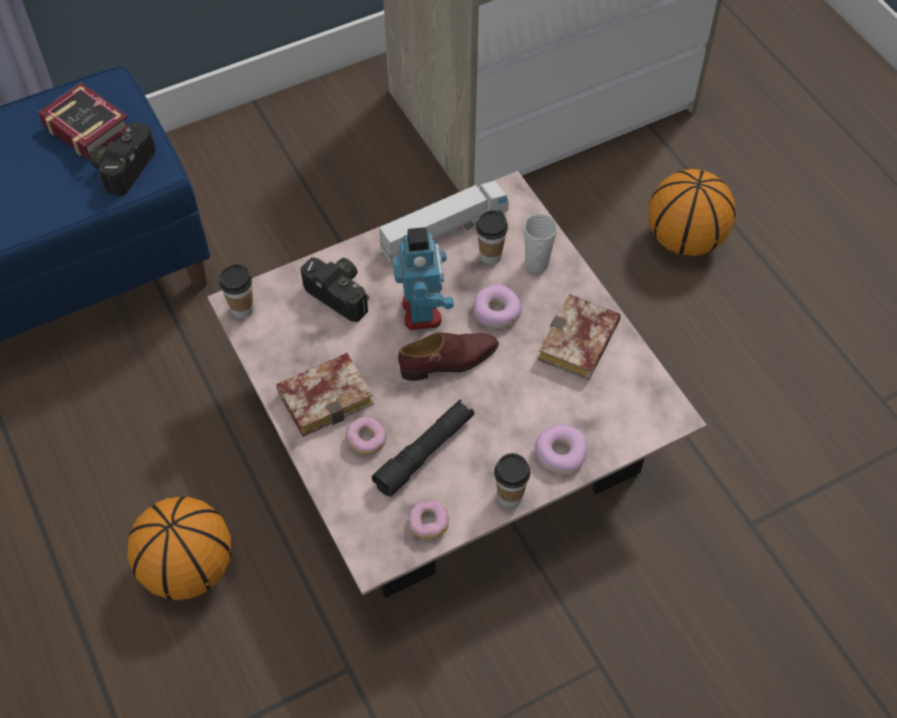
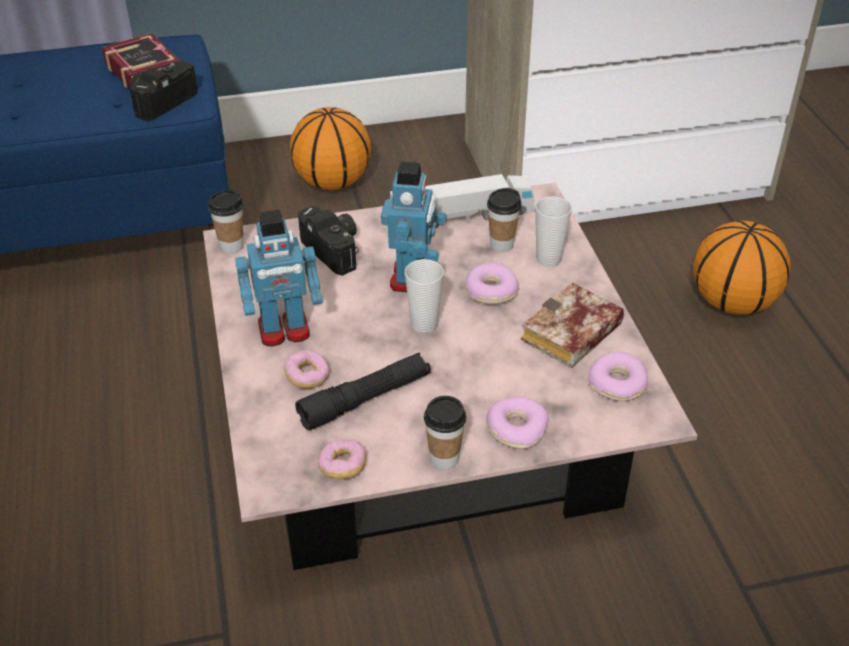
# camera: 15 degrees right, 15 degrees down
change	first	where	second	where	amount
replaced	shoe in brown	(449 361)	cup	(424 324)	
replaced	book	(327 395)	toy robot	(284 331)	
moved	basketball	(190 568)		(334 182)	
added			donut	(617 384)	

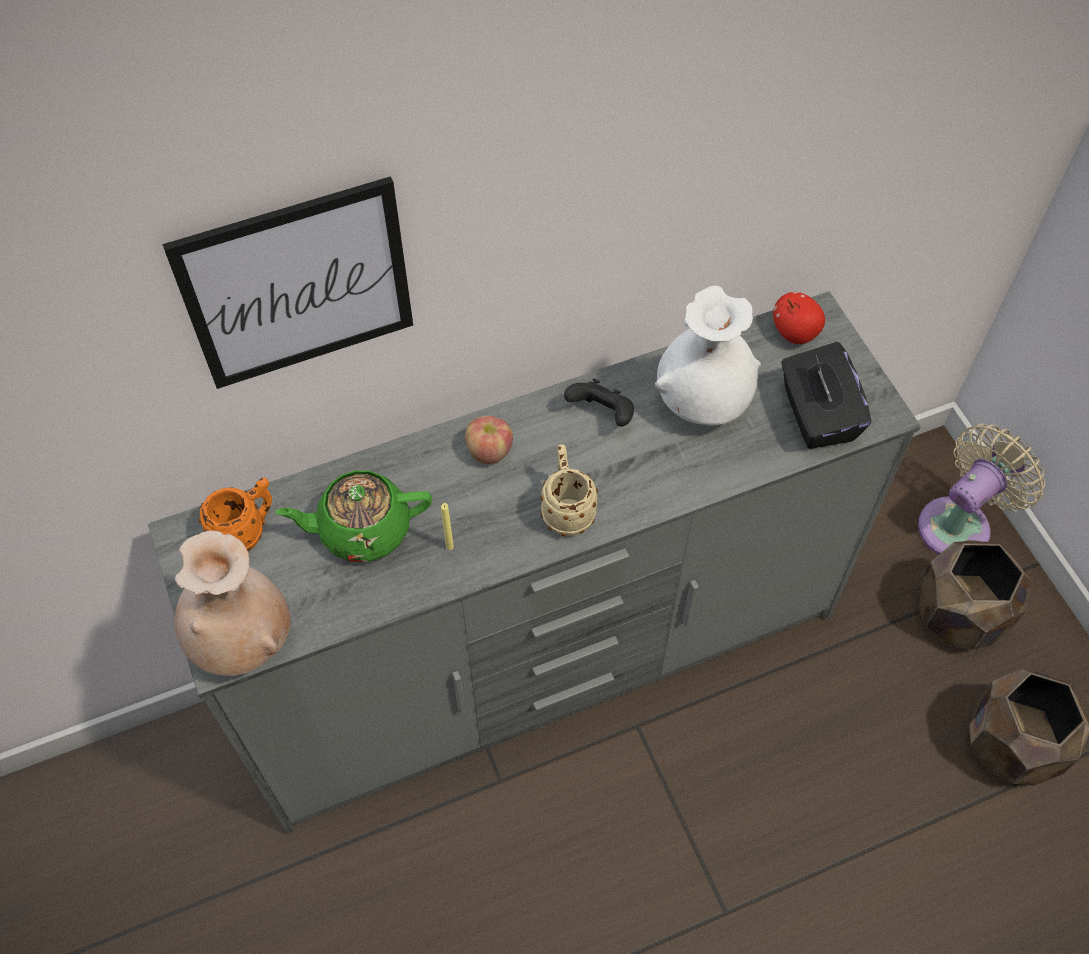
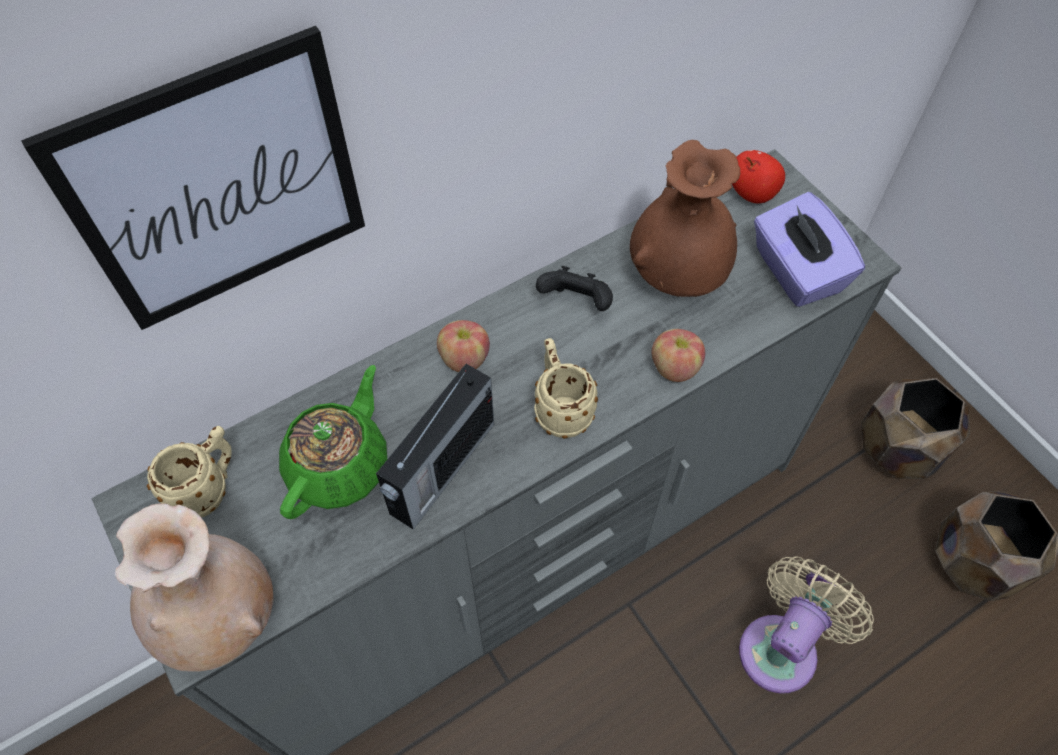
# camera: 10 degrees left, 0 degrees up
change	first	where	second	where	amount
recoloured	vase in white	(702 402)	vase in brown	(676 275)	
recoloured	tissue box in black	(816 415)	tissue box in purple	(795 271)	
moved	fan in beige	(959 523)		(782 646)	
turned	teapot in green	(362 529)		(340 465)	135 degrees clockwise
recoloured	mug in orange	(247 531)	mug in beige	(208 489)	
replaced	candle in yellow	(449 546)	radio	(441 470)	
added			apple	(674 367)	

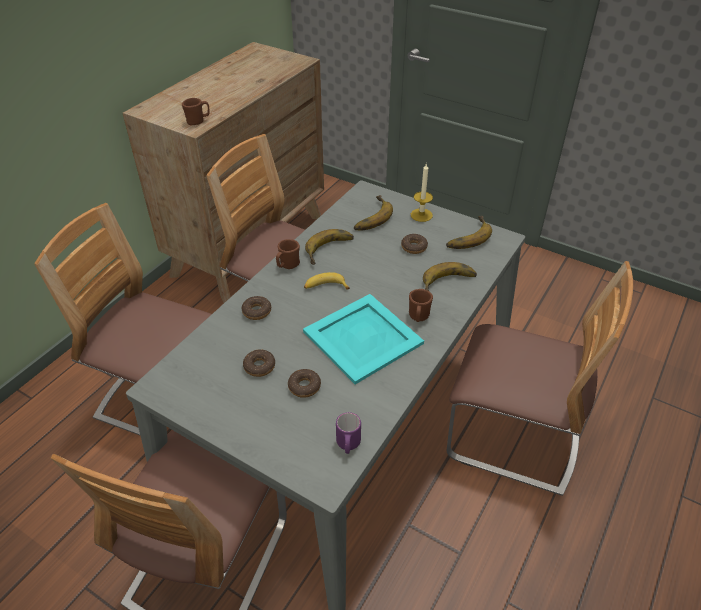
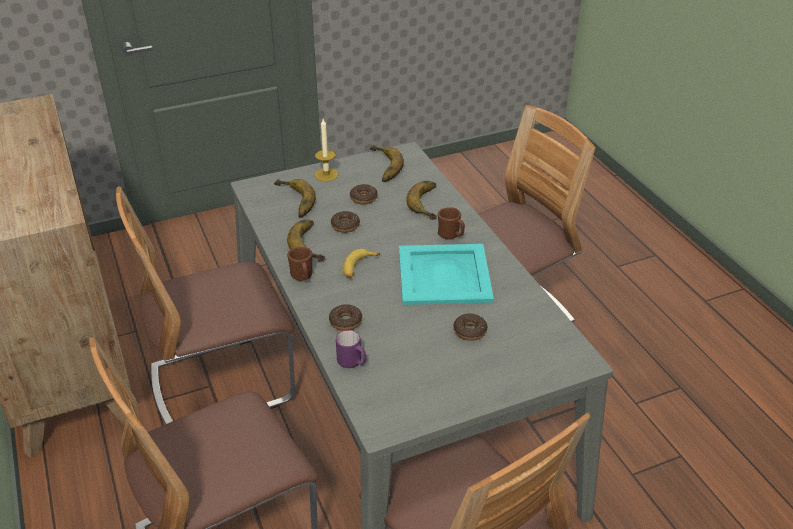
# camera: 55 degrees left, 5 degrees down
change	first	where	second	where	amount
removed	mug in brown	(198 121)			
moved	donut	(259 366)		(345 226)	
moved	mug in purple	(348 445)		(352 363)	

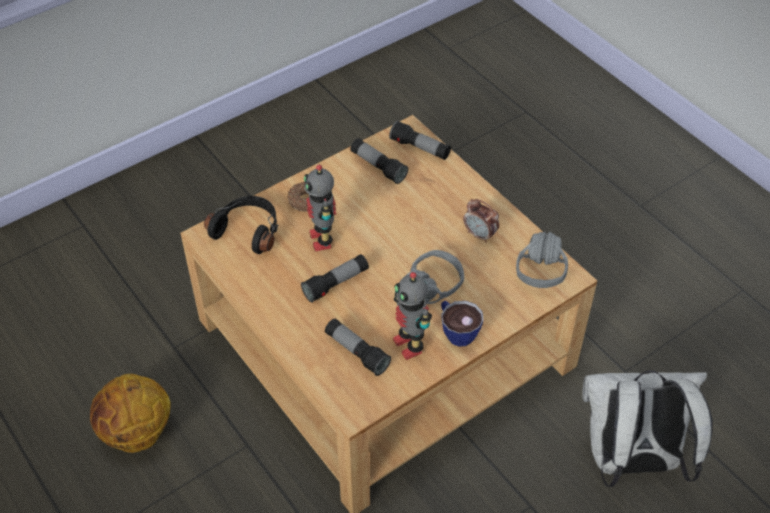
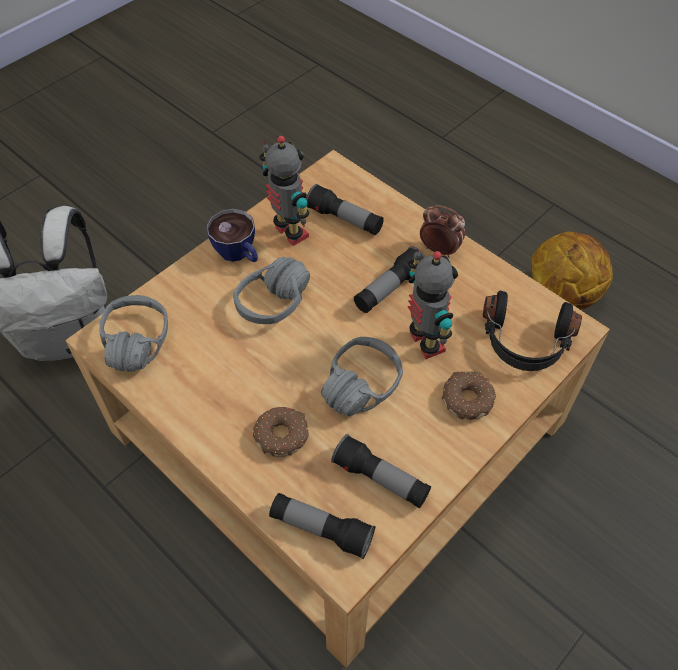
# camera: 170 degrees right, 5 degrees up
change	first	where	second	where	amount
moved	alarm clock	(480 235)		(439 249)	
added			headphones in grey	(348 379)	
added			donut	(282 435)	

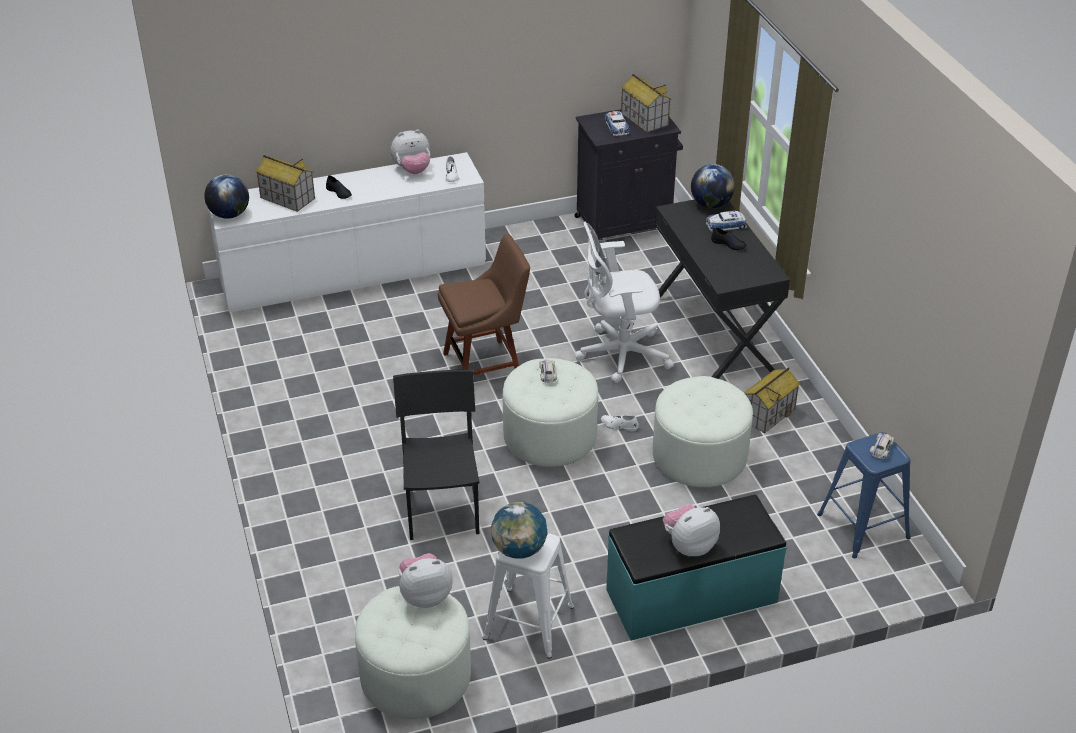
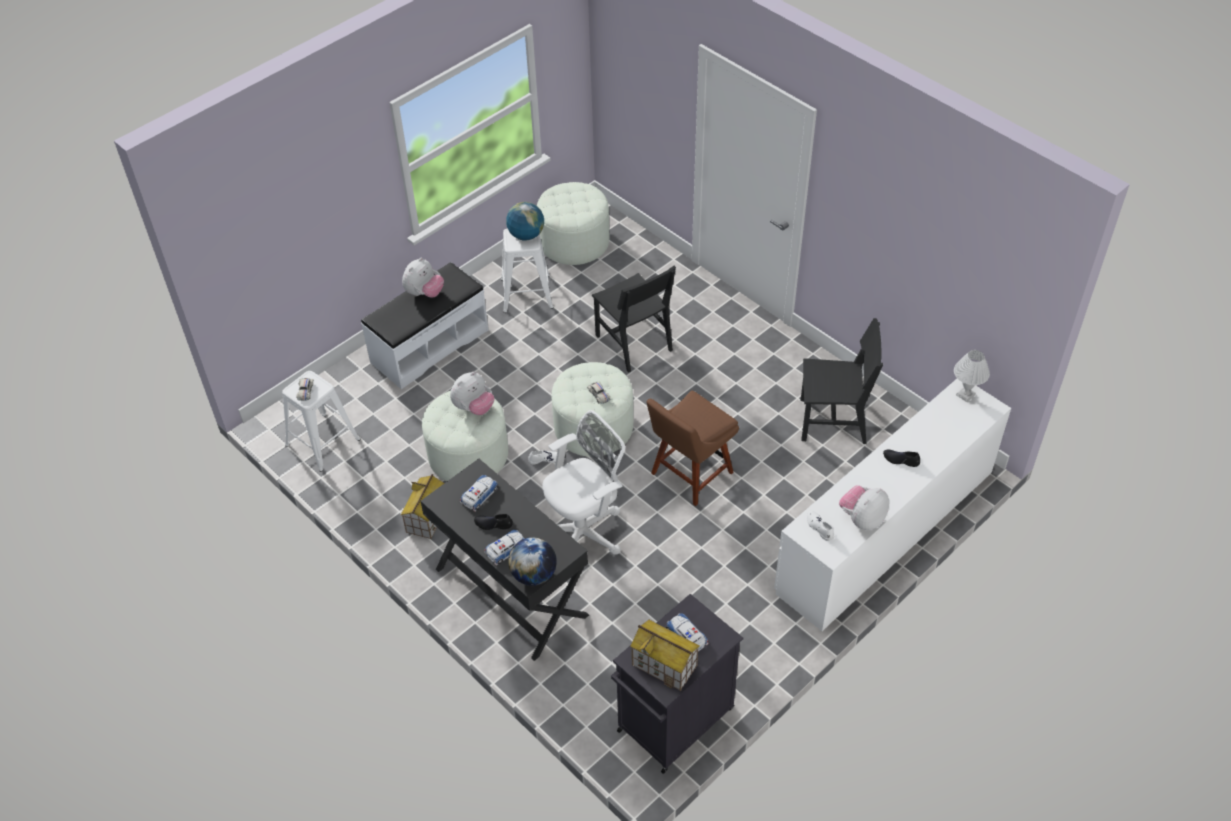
# camera: 155 degrees right, 10 degrees up
change	first	where	second	where	amount
removed	toy house	(287 198)			
replaced	globe	(229 215)	table lamp in white	(966 395)	
recoloured	stool in blue	(864 526)	stool in white	(321 442)	
recoloured	bench in turquoise	(692 597)	bench in white	(429 346)	
moved	plush toy	(425 596)		(473 407)	
added			chair in black	(833 421)	
added			toy car	(479 495)	

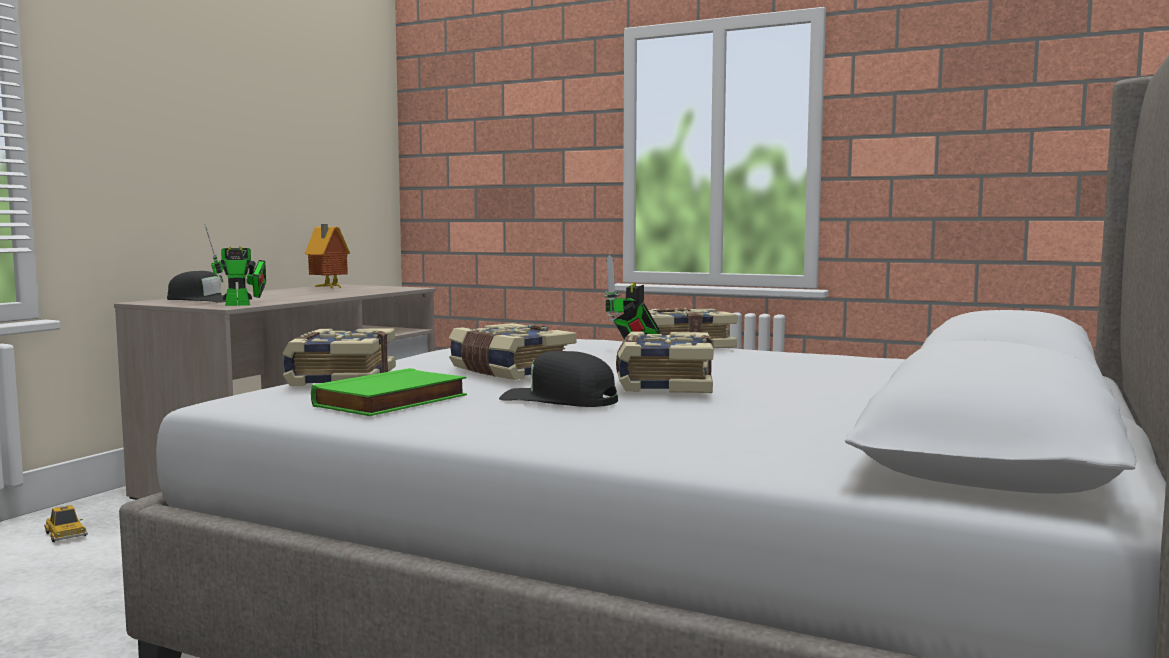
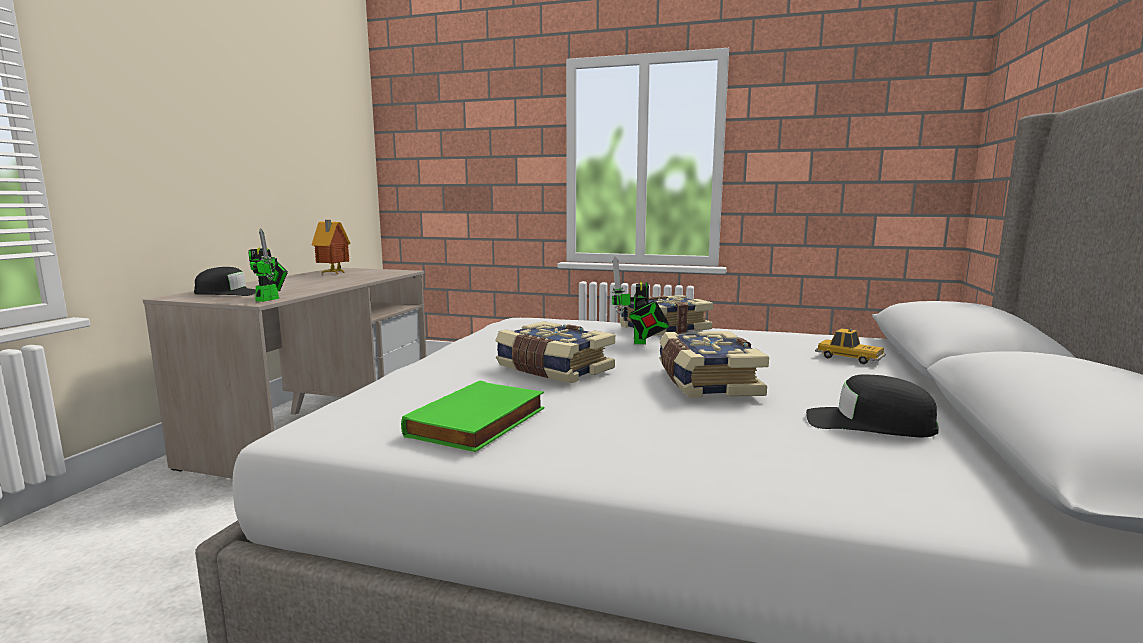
# camera: 10 degrees left, 5 degrees up
change	first	where	second	where	amount
turned	toy robot	(242 305)		(270 299)	45 degrees counterclockwise
removed	book	(340 378)			
moved	cap in black	(559 400)		(868 424)	
moved	toy car	(66 535)		(849 358)	

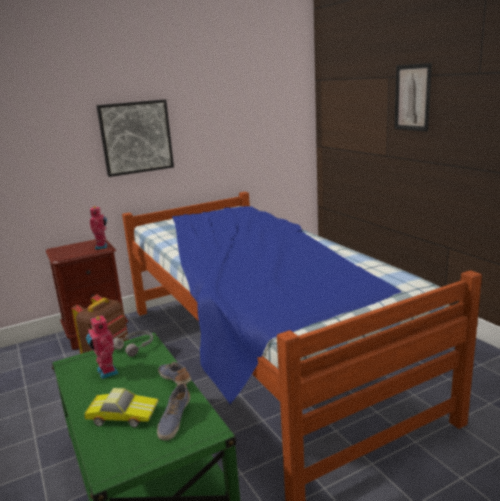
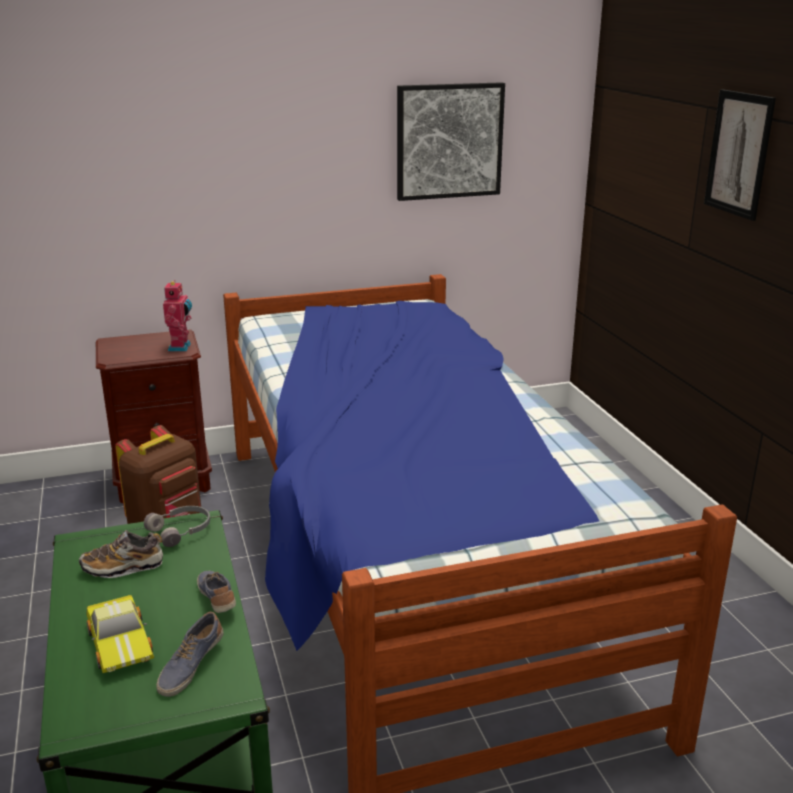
# camera: 10 degrees right, 5 degrees up
change	first	where	second	where	amount
moved	picture	(136 137)		(449 141)	
replaced	toy robot	(106 372)	shoe	(123 567)	
turned	toy car	(123 414)		(122 642)	45 degrees clockwise

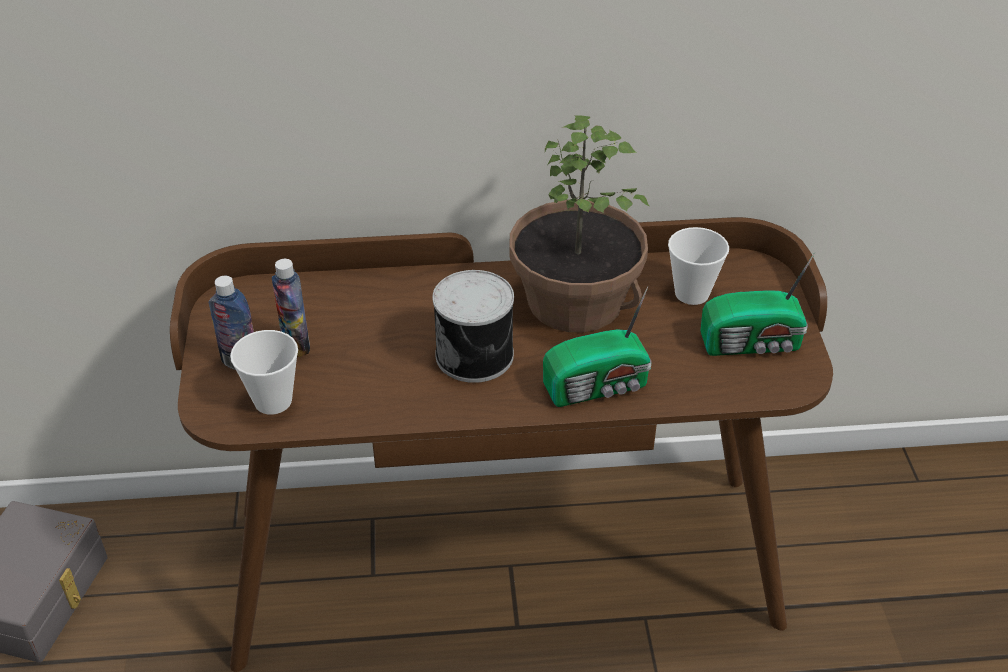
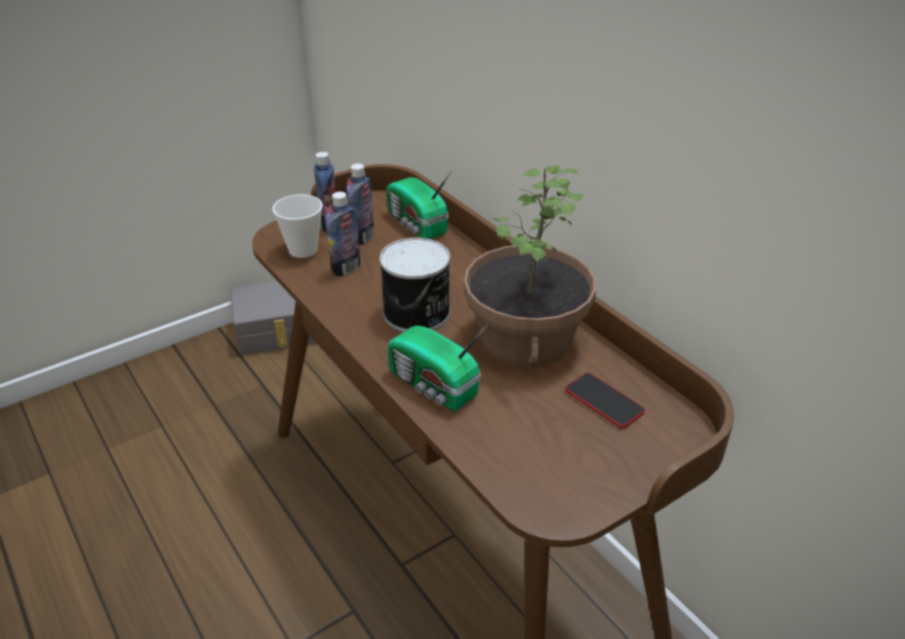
# camera: 60 degrees right, 5 degrees down
change	first	where	second	where	amount
replaced	cup	(692 293)	phone	(604 401)	
moved	radio	(753 343)		(416 224)	
added			bottle	(346 269)	

